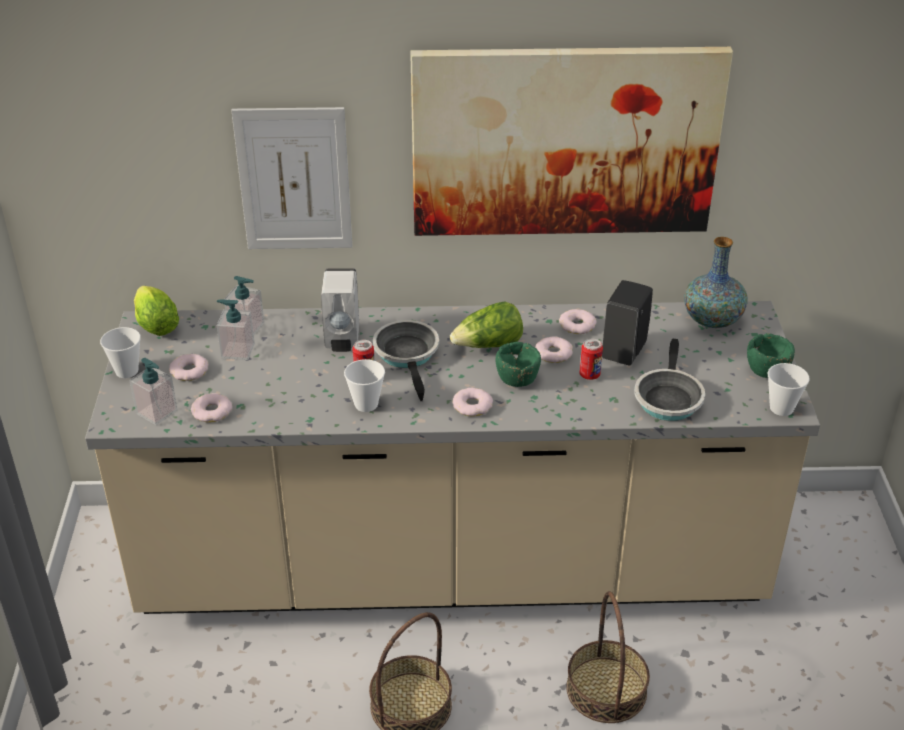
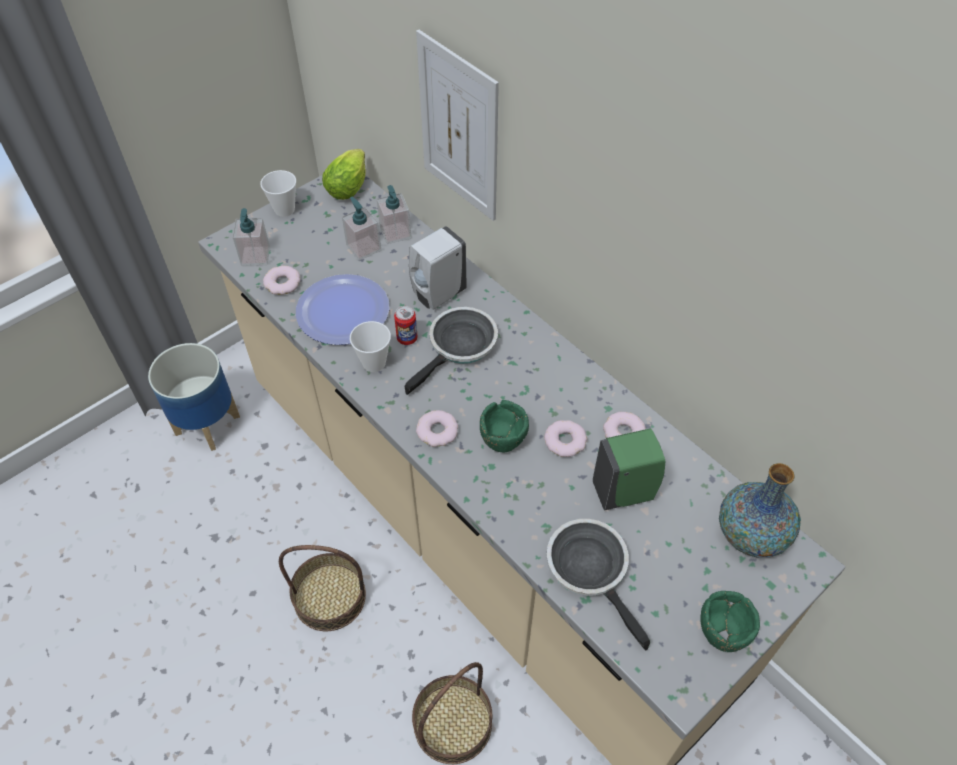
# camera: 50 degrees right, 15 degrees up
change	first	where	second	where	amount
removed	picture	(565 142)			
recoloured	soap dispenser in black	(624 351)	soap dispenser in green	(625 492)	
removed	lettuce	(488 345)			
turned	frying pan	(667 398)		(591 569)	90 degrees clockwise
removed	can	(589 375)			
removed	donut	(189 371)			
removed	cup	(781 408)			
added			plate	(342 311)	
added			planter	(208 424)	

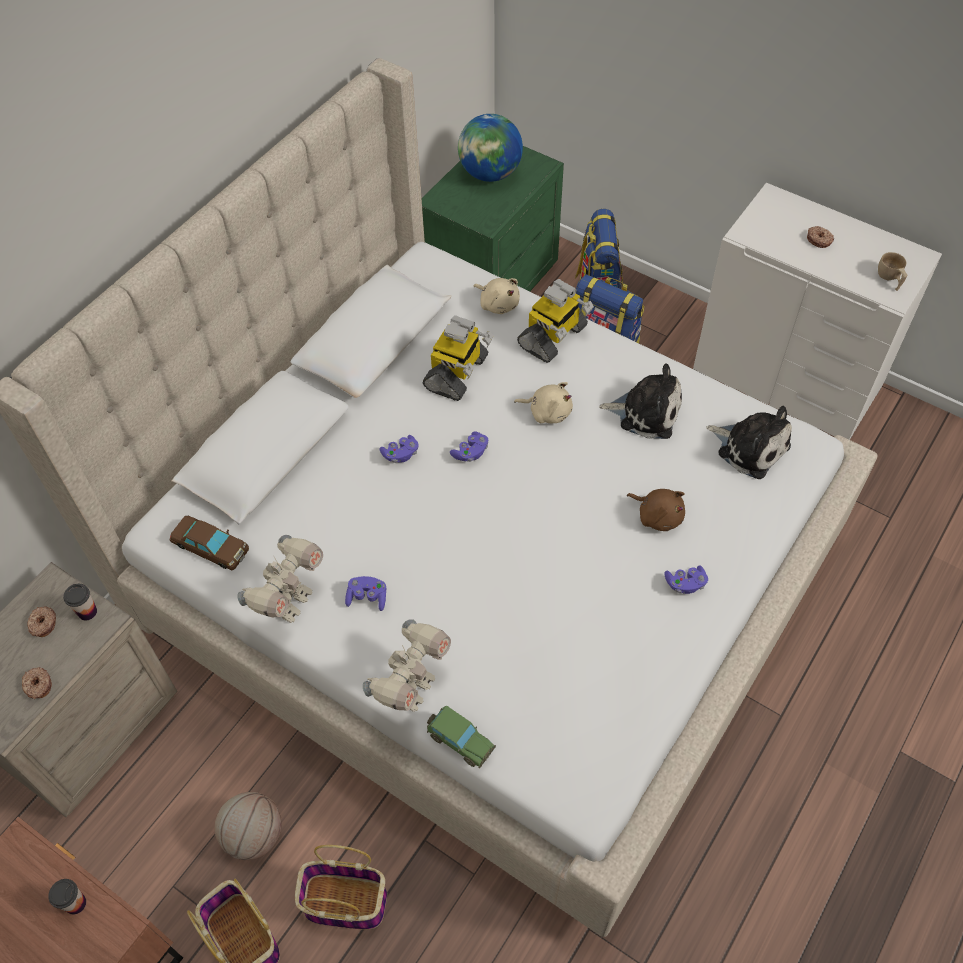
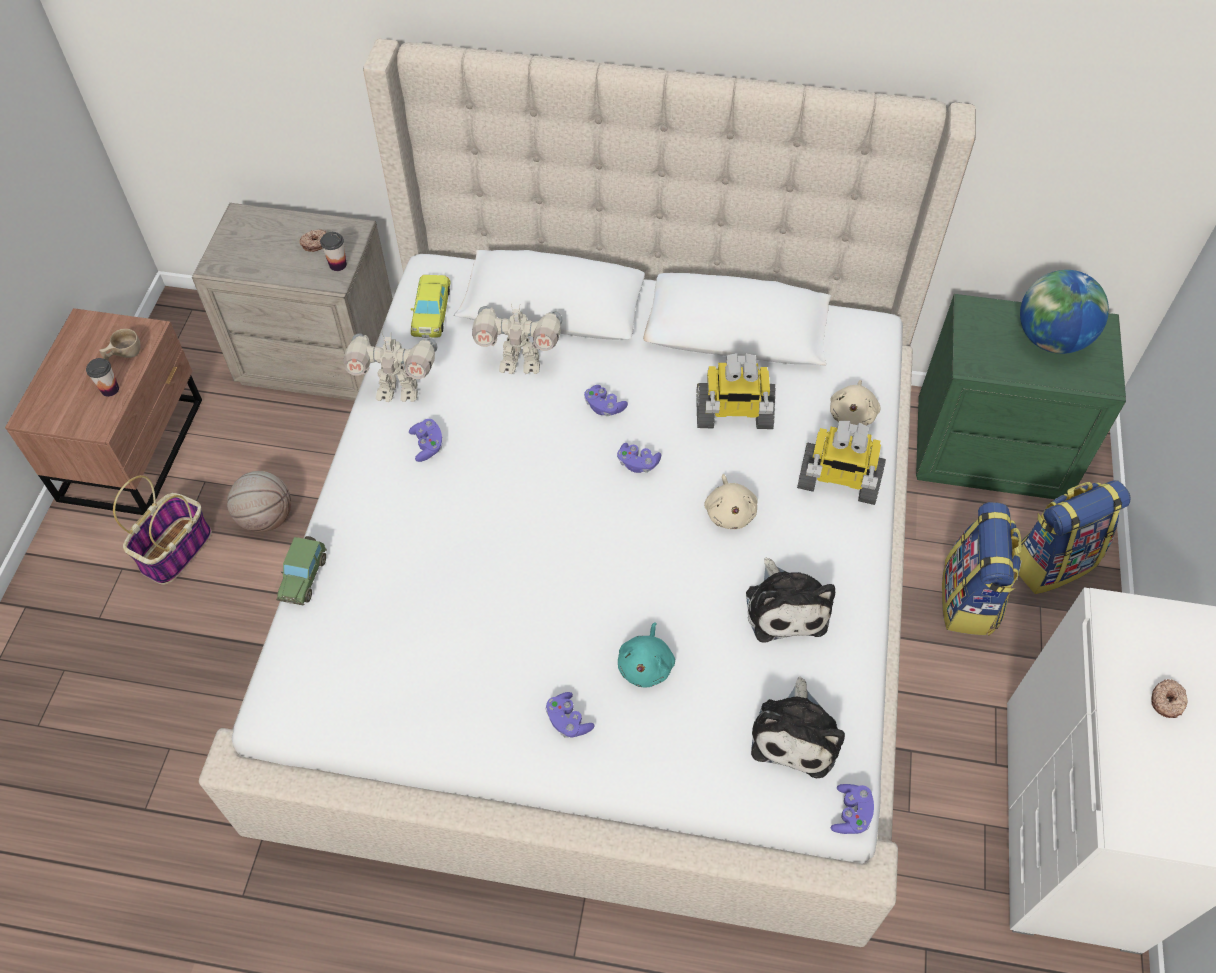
# camera: 65 degrees right, 0 degrees up
change	first	where	second	where	amount
moved	cup in beige	(889 279)		(124 355)	
recoloured	plush toy in brown	(658 515)	plush toy in turquoise	(646 665)	
recoloured	toy car in brown	(210 546)	toy car in yellow	(431 310)	
moved	toy robot	(411 688)		(520 363)	
removed	donut	(38 685)			
removed	basket	(343 902)			
added			game controller in purple	(851 814)	

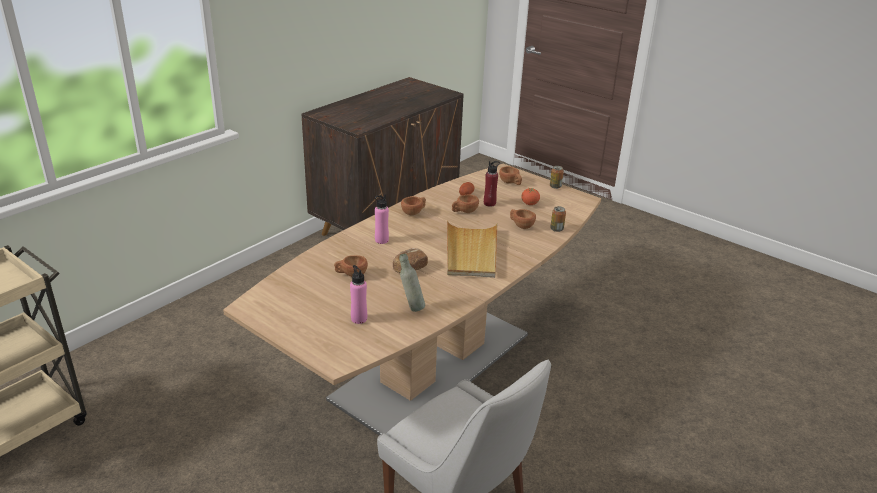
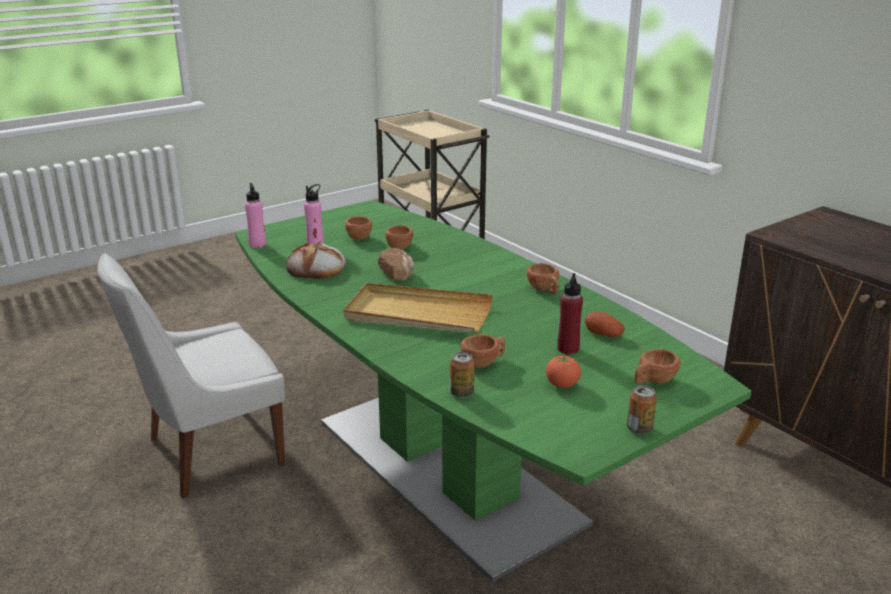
# camera: 105 degrees right, 5 degrees down
change	first	where	second	where	amount
recoloured	dining table in brown	(434 365)	dining table in green	(446 471)	
moved	bottle in pink	(381 240)		(257 244)	
moved	cup in brown	(464 211)		(358 236)	
replaced	bottle in grey	(411 307)	bread	(317 268)	

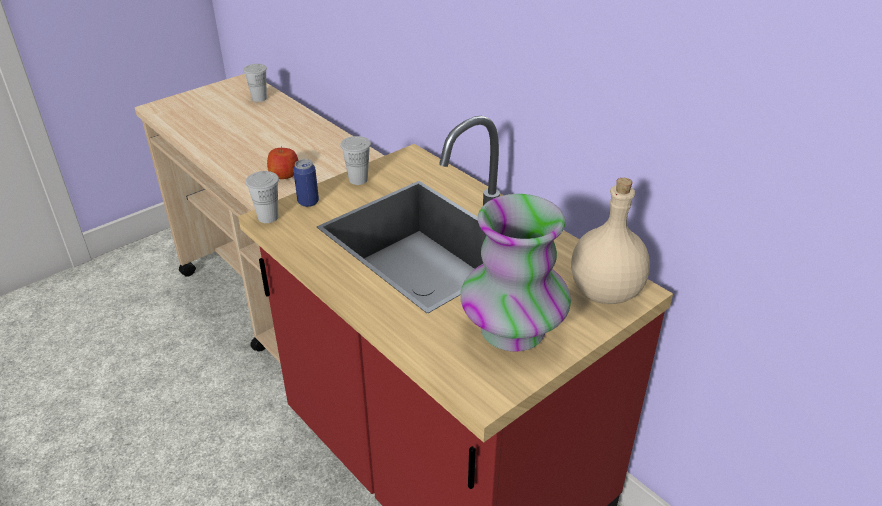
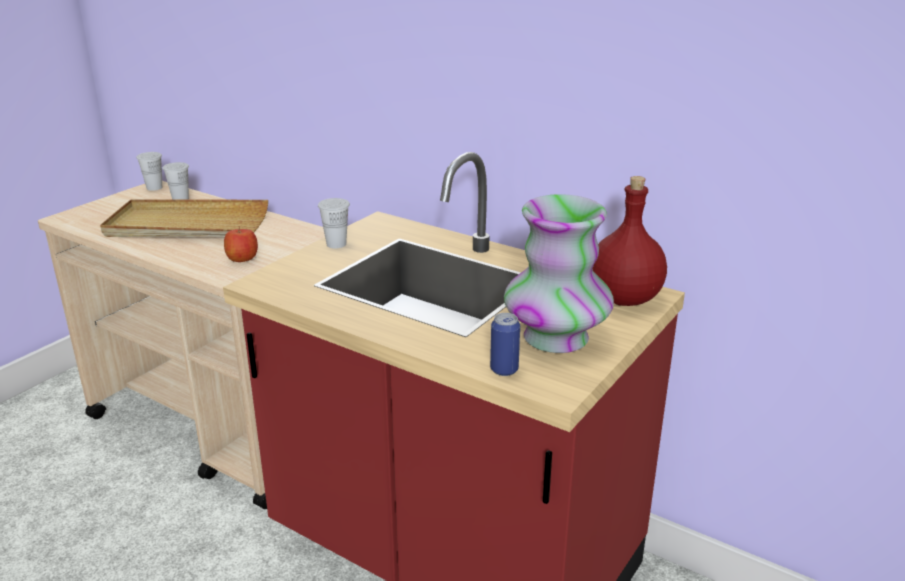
# camera: 15 degrees left, 10 degrees down
change	first	where	second	where	amount
moved	can	(308 202)		(504 369)	
moved	cup in white	(268 217)		(154 188)	
recoloured	bottle in beige	(605 293)	bottle in red	(625 299)	
added			tray in beige	(187 225)	

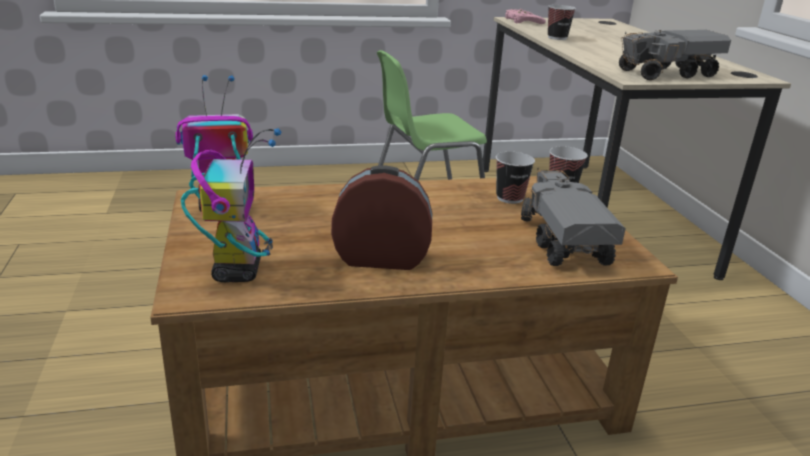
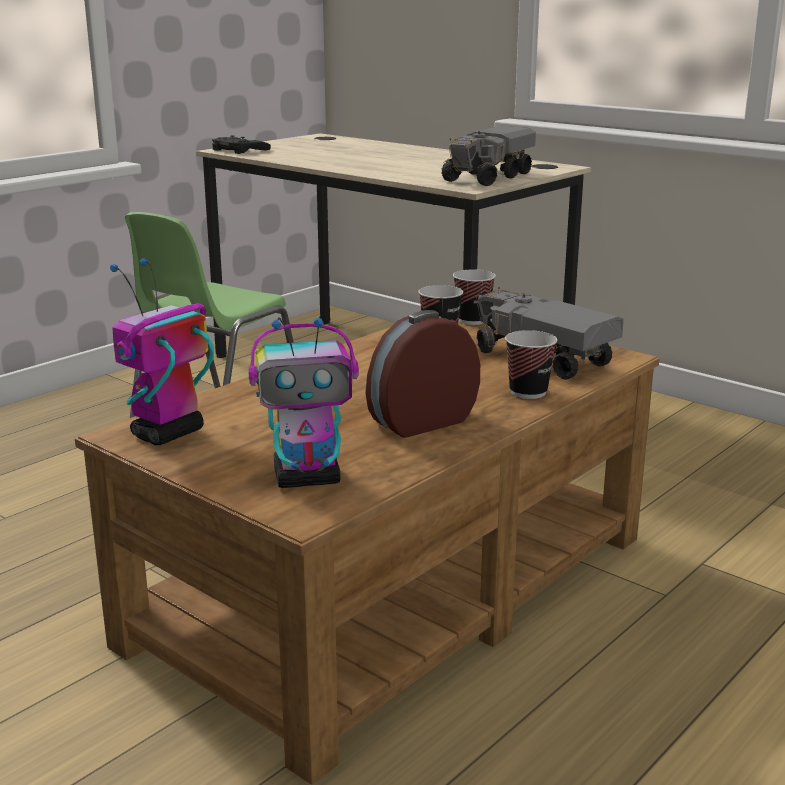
# camera: 35 degrees left, 5 degrees down
change	first	where	second	where	amount
moved	cup	(557 38)		(528 392)	
recoloured	game controller in pink	(520 20)	game controller in black	(236 150)	
turned	toy robot	(237 270)		(308 478)	120 degrees clockwise

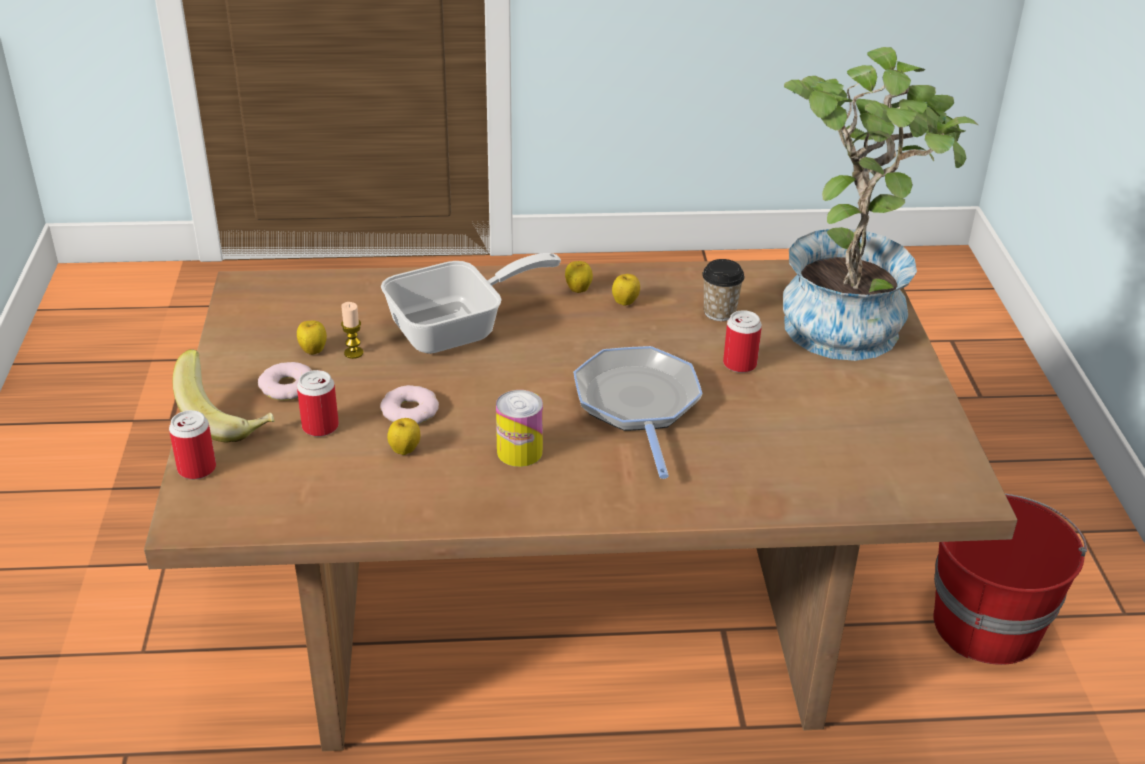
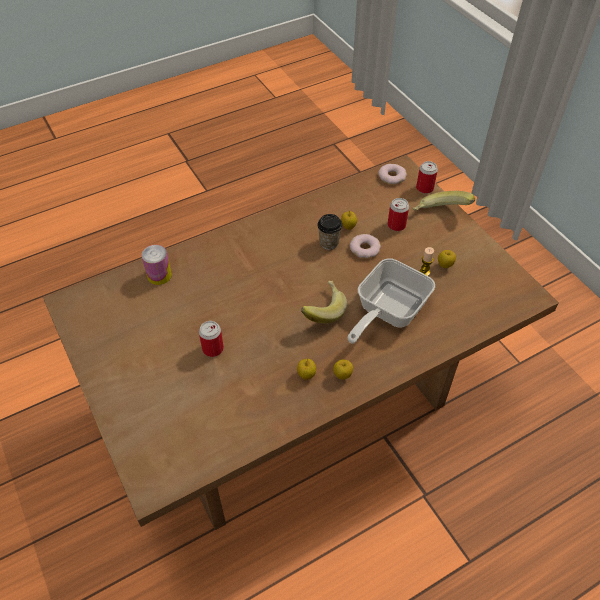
# camera: 155 degrees right, 15 degrees up
change	first	where	second	where	amount
removed	potted plant	(848 318)			
moved	cup	(719 312)		(329 243)	
removed	frying pan	(638 404)			
moved	donut	(287 387)		(392 176)	
moved	can	(519 452)		(159 275)	
removed	bucket in red	(986 623)			
added			banana	(322 310)	

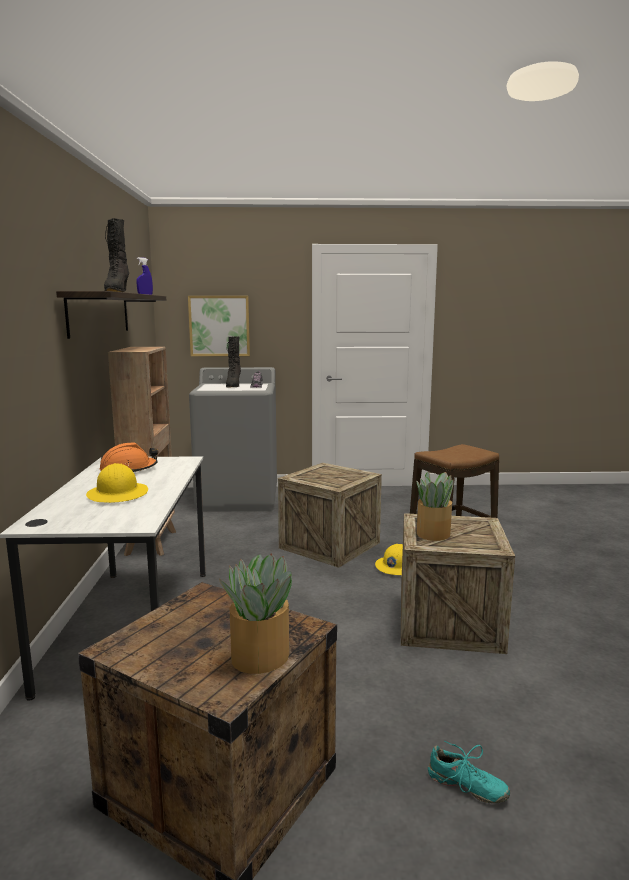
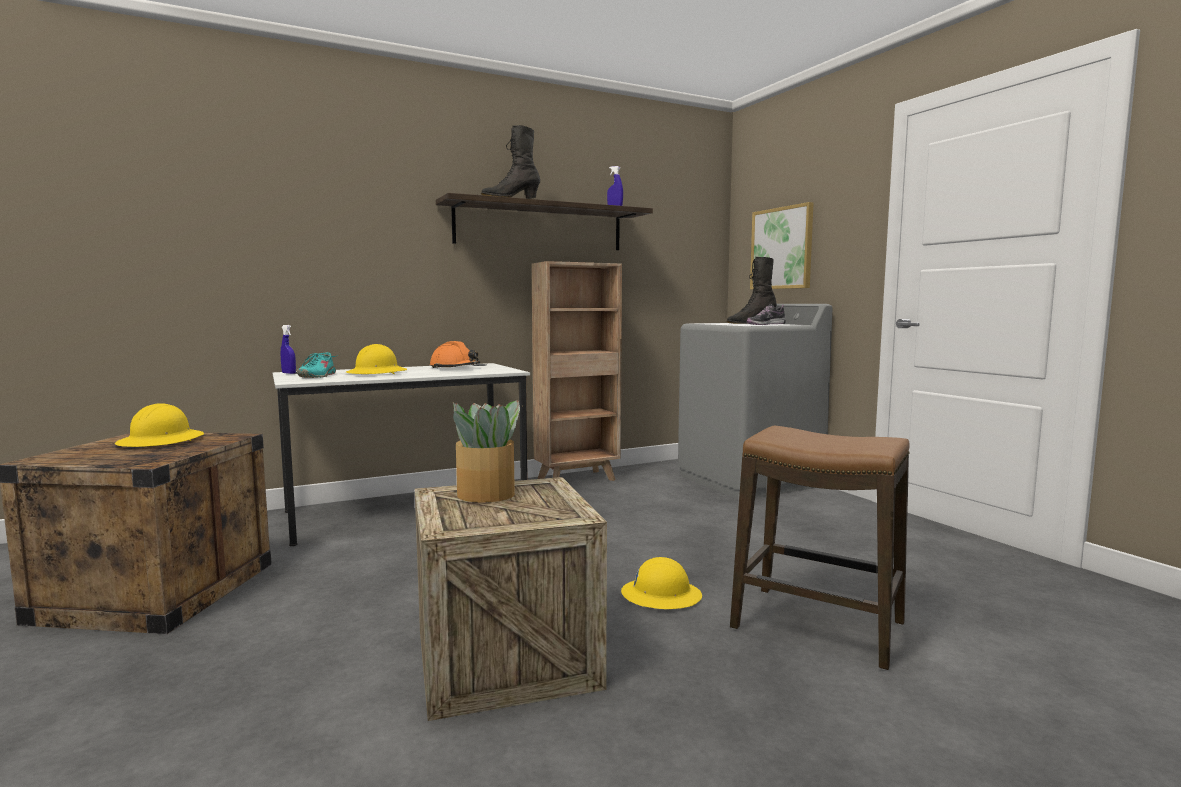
# camera: 65 degrees right, 5 degrees down
change	first	where	second	where	amount
removed	crate	(329 545)			
removed	potted plant	(258 657)			
moved	shoe in turquoise	(466 786)		(317 376)	
added			spray bottle in blue	(289 373)	
added			hard hat in yellow	(161 441)	

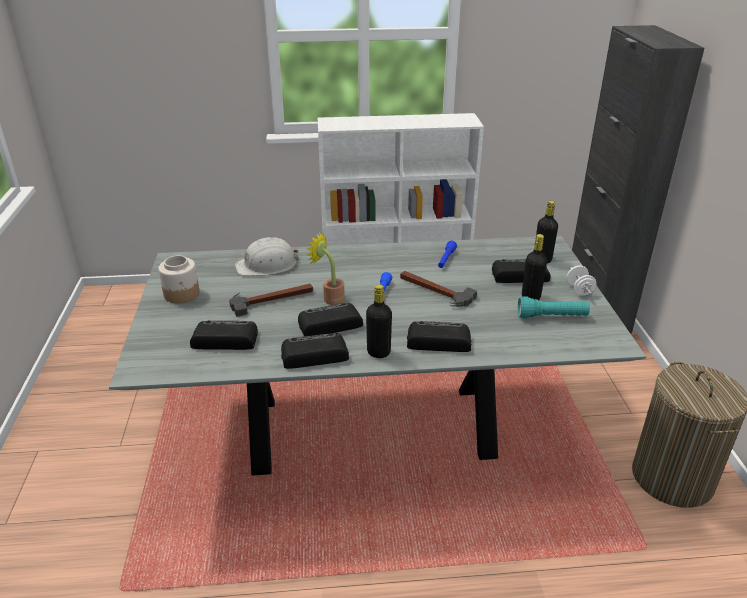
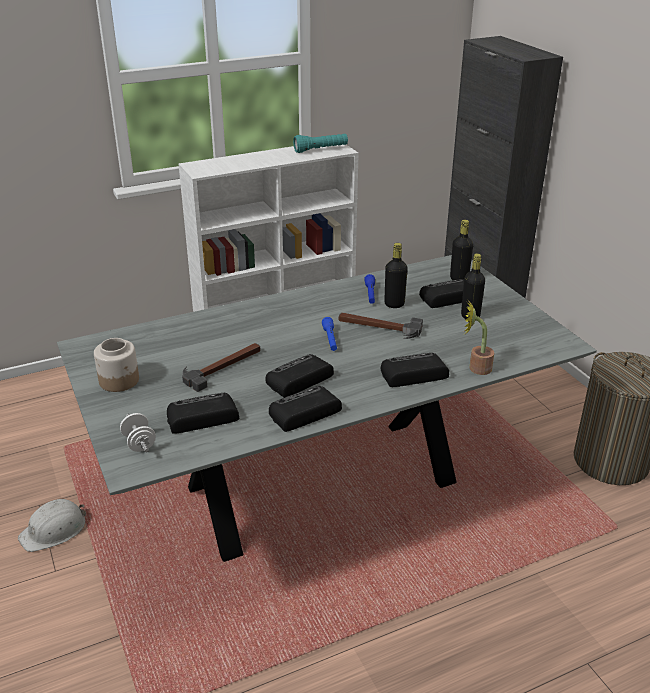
# camera: 20 degrees left, 0 degrees up
change	first	where	second	where	amount
moved	potted plant	(330 298)		(475 368)	
moved	hard hat in white	(267 265)		(54 530)	
moved	dumbbell in white	(579 290)		(139 443)	
moved	bottle in black	(378 352)		(394 304)	
moved	flashlight in turquoise	(552 317)		(321 150)	

